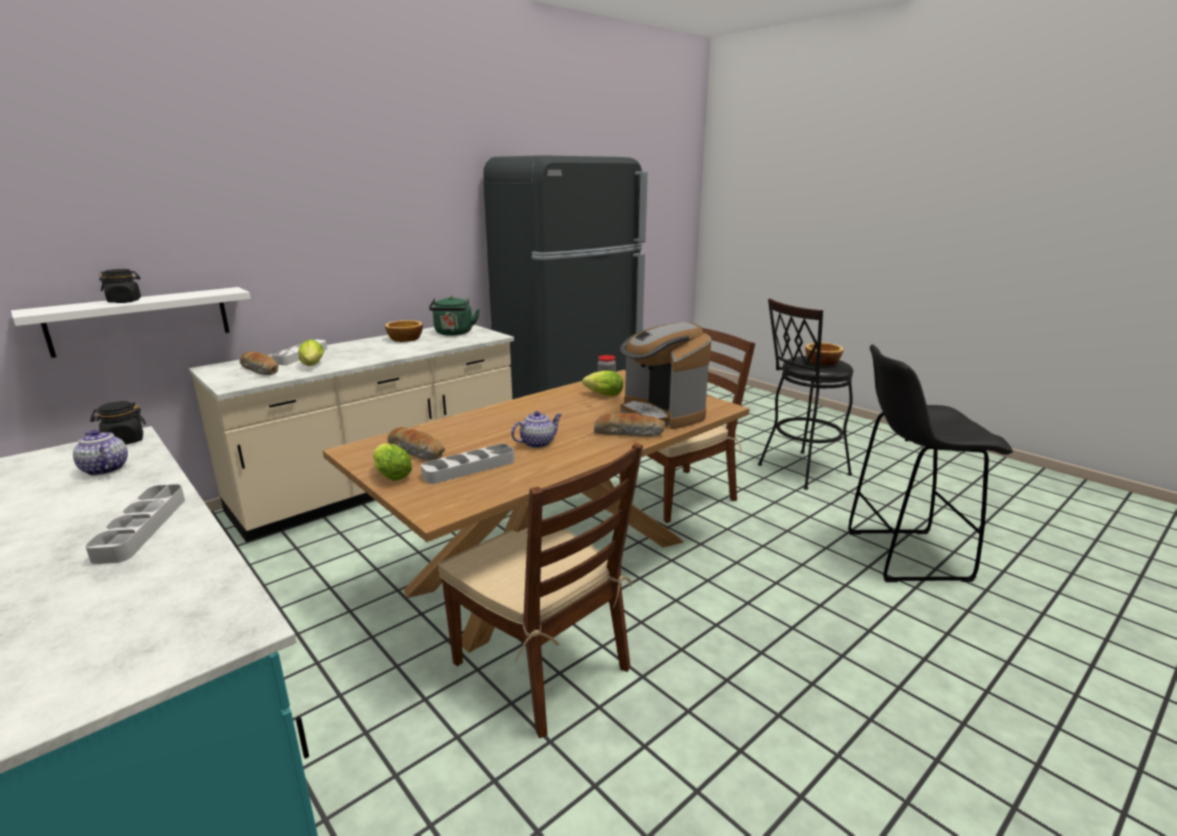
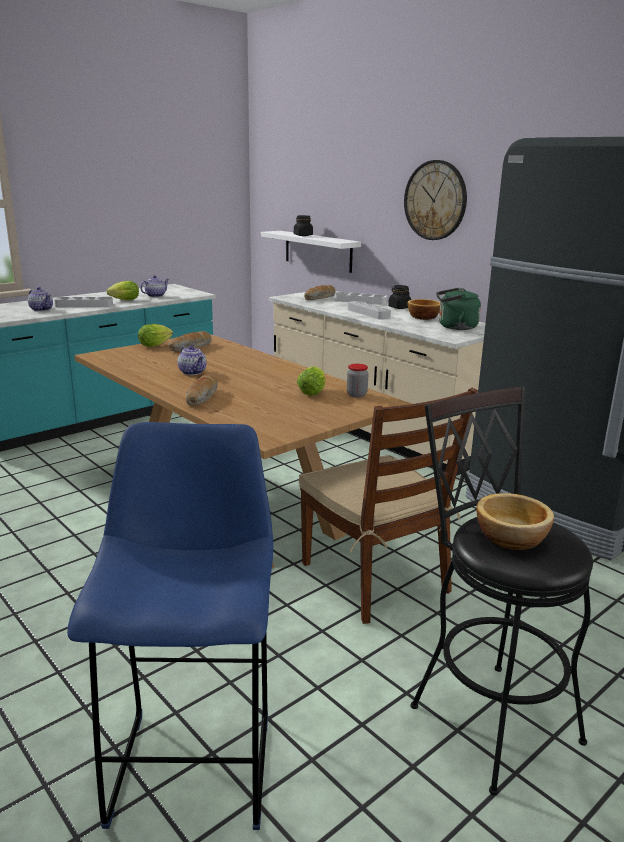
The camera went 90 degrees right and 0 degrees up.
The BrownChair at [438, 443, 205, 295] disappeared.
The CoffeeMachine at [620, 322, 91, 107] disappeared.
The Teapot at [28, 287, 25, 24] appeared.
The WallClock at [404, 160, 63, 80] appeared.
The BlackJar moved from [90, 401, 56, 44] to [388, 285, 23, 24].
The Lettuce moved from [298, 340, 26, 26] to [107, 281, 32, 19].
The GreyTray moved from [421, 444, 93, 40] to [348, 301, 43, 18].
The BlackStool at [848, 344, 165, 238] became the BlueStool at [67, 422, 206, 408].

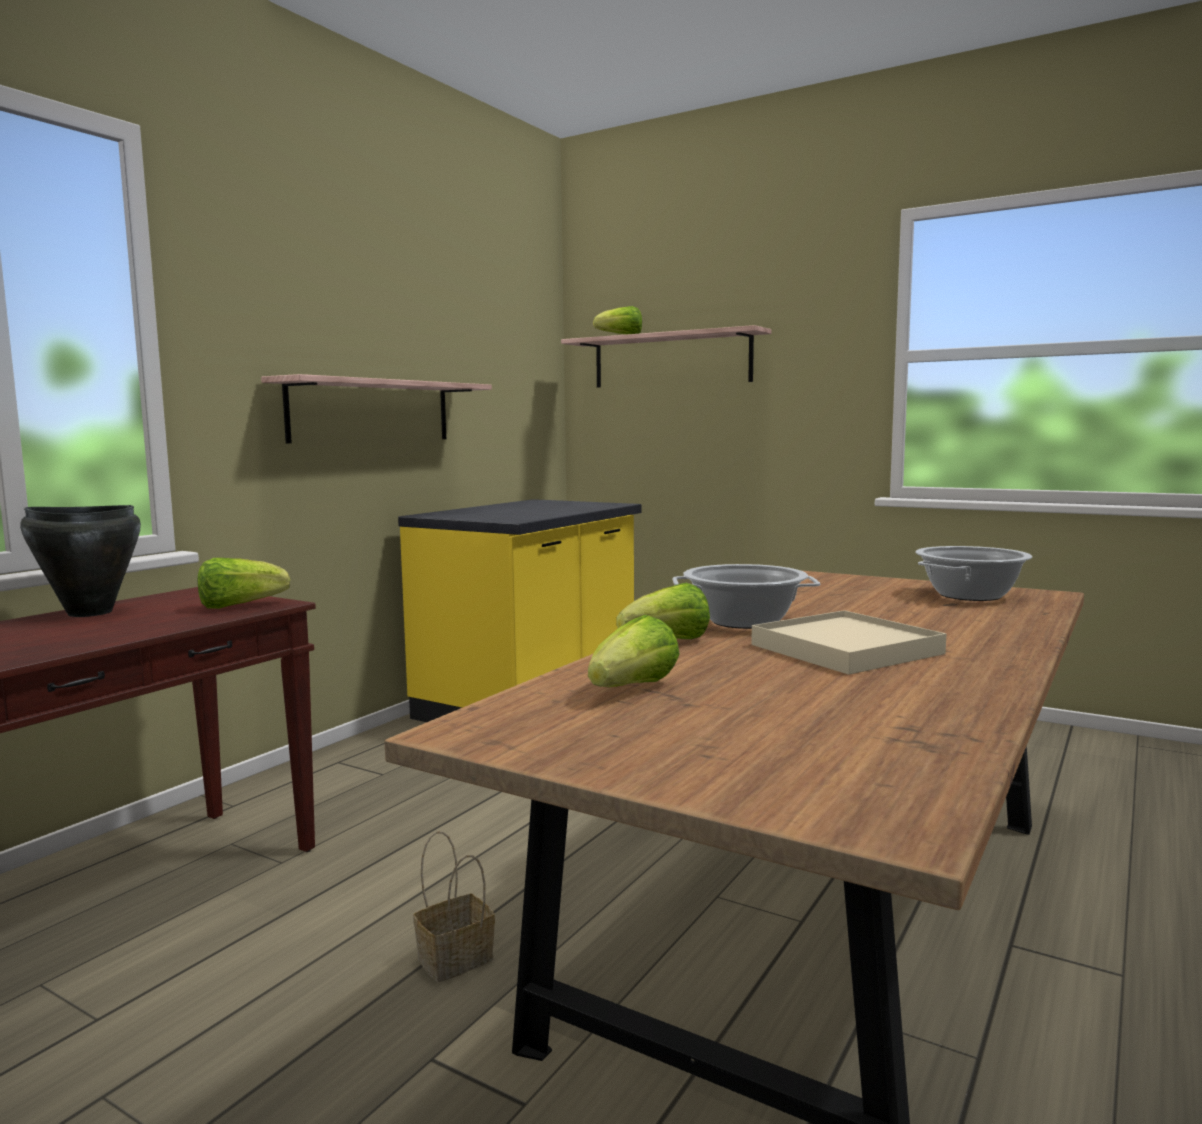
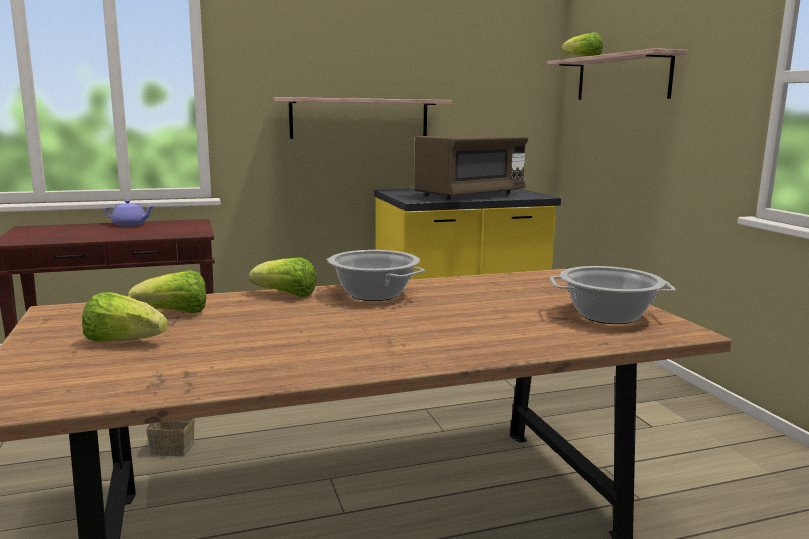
The camera went 40 degrees right and 5 degrees up.
The BeigeTray at [751, 610, 195, 65] disappeared.
The BrownMicrowave at [414, 135, 114, 65] appeared.
The Lettuce moved from [197, 558, 93, 51] to [82, 292, 86, 50].
The BlackCookingPot at [20, 505, 121, 112] was replaced by the PurpleTeapot at [105, 200, 49, 26].

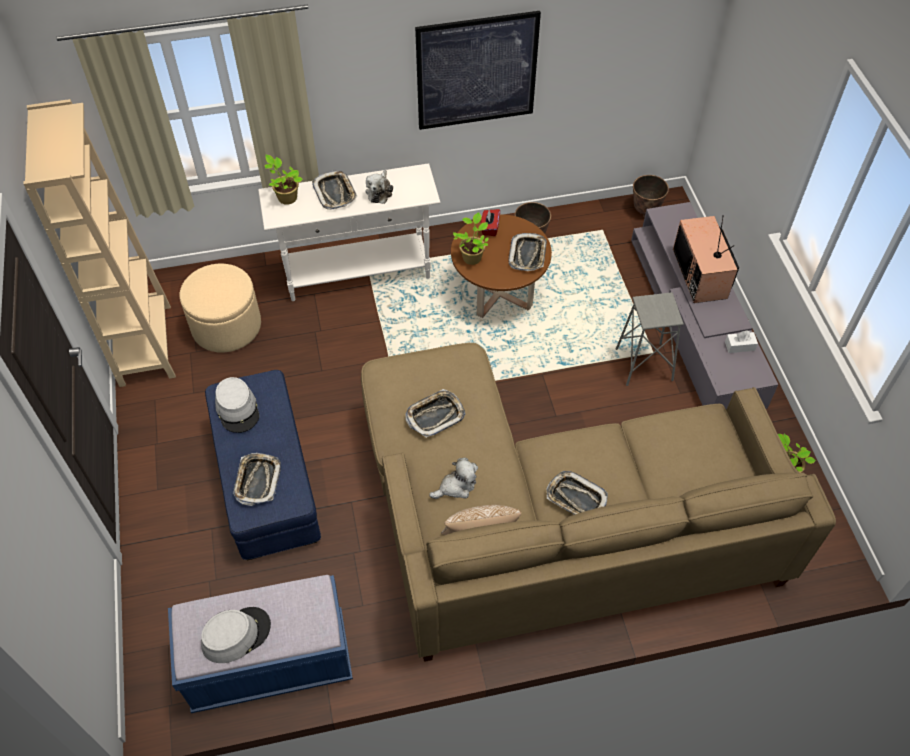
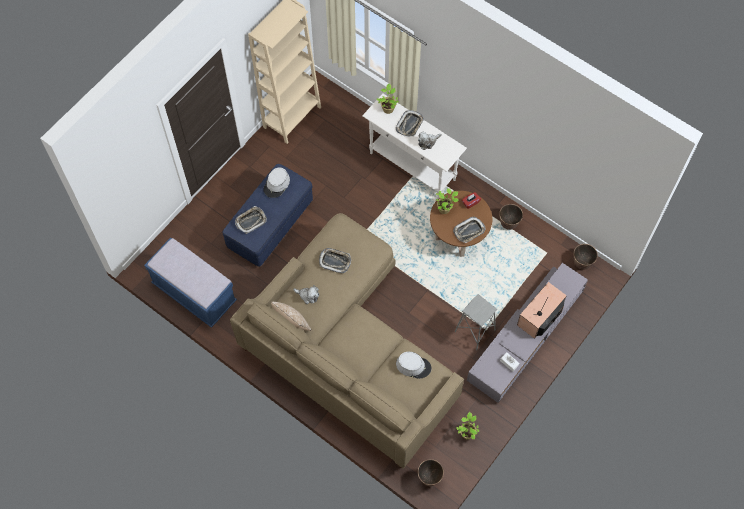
The camera went 50 degrees right and 10 degrees up.
The BeigeOttoman at [180, 264, 81, 89] disappeared.
The Picture at [415, 11, 126, 119] disappeared.
The Tray at [547, 471, 61, 44] disappeared.
The Planter at [418, 459, 26, 27] appeared.
The GreyHat moved from [201, 607, 70, 56] to [396, 352, 36, 27].

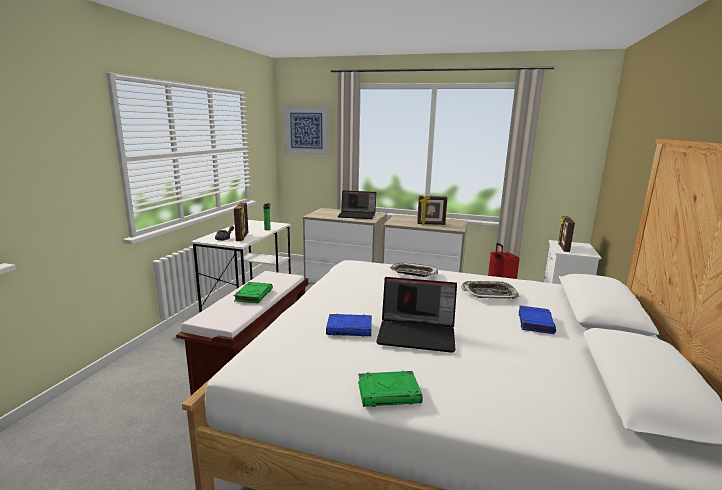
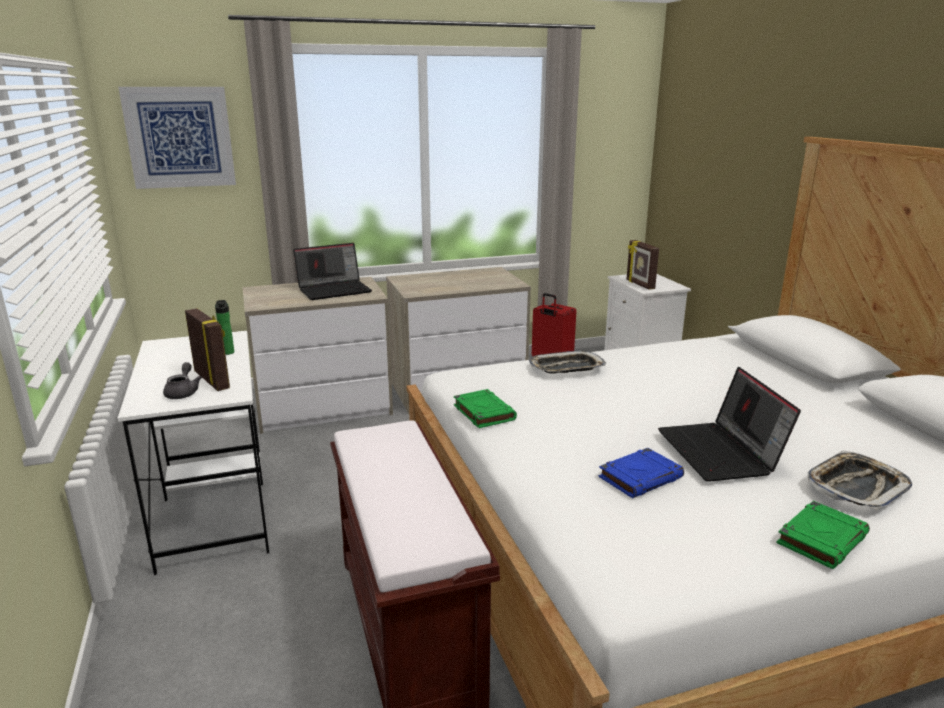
The camera went 35 degrees left and 5 degrees up.
The PictureFrame at [417, 196, 30, 29] disappeared.
The BlueBook at [519, 306, 37, 28] disappeared.
The GreenBook moved from [234, 282, 39, 21] to [454, 389, 63, 39].
The Tray moved from [461, 281, 58, 18] to [808, 450, 104, 60].
The Laptop at [376, 277, 81, 76] turned 105 degrees clockwise.

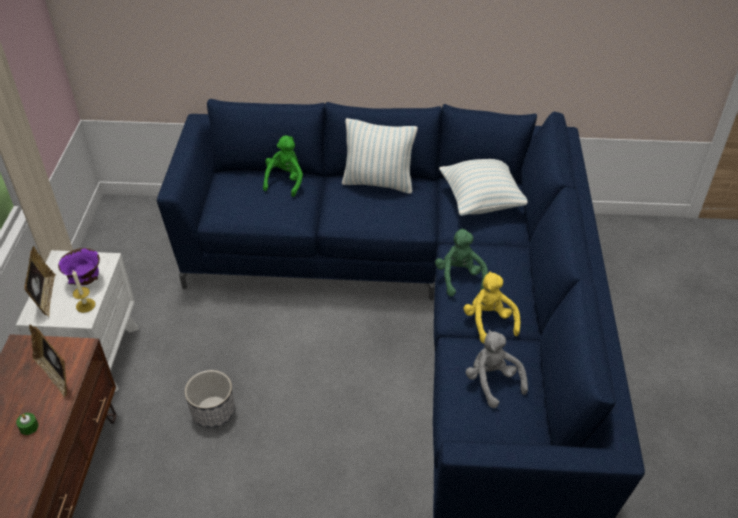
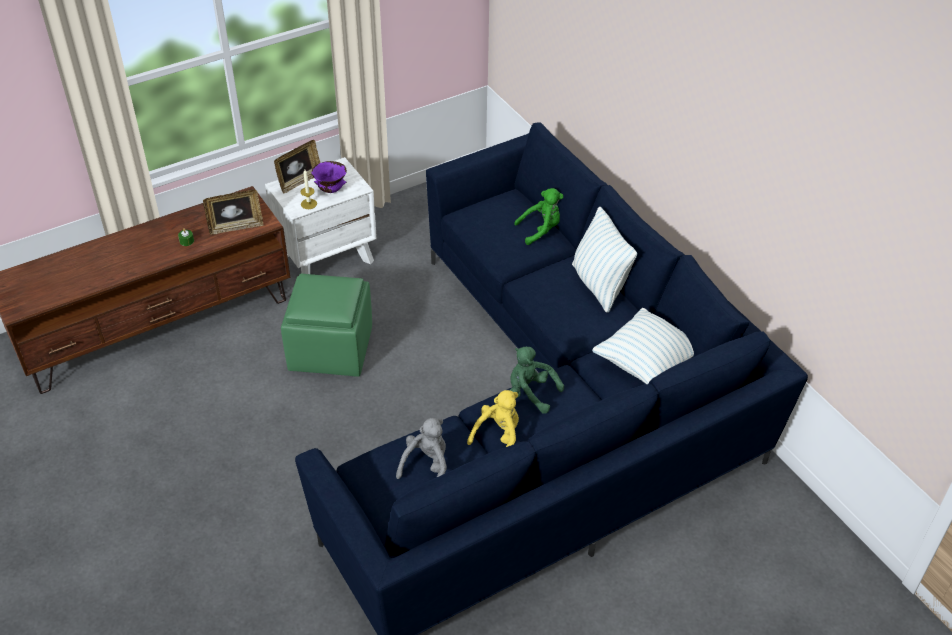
The camera went 55 degrees right and 0 degrees up.
The Planter at [185, 370, 50, 58] was replaced by the GreenOttoman at [281, 274, 91, 103].
The PictureFrame at [29, 324, 38, 74] turned 120 degrees counterclockwise.
The GreenPlushToy at [435, 228, 53, 69] turned 105 degrees counterclockwise.

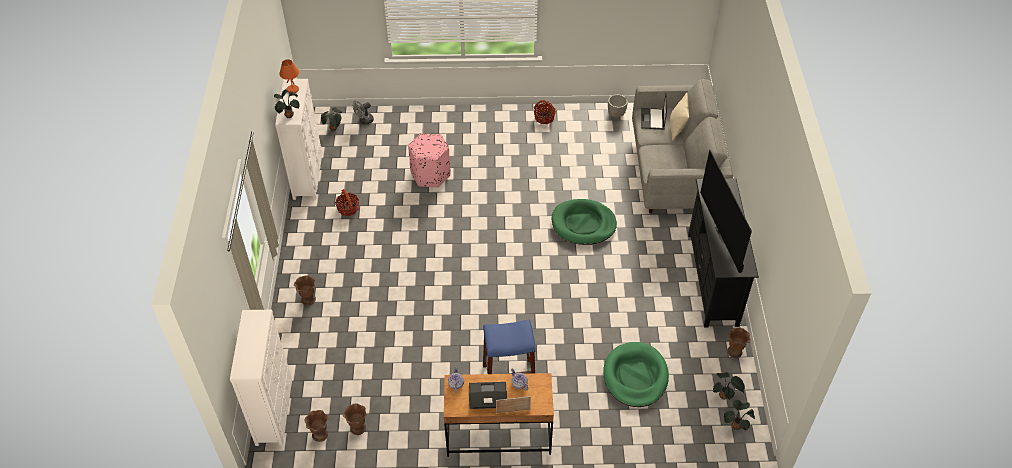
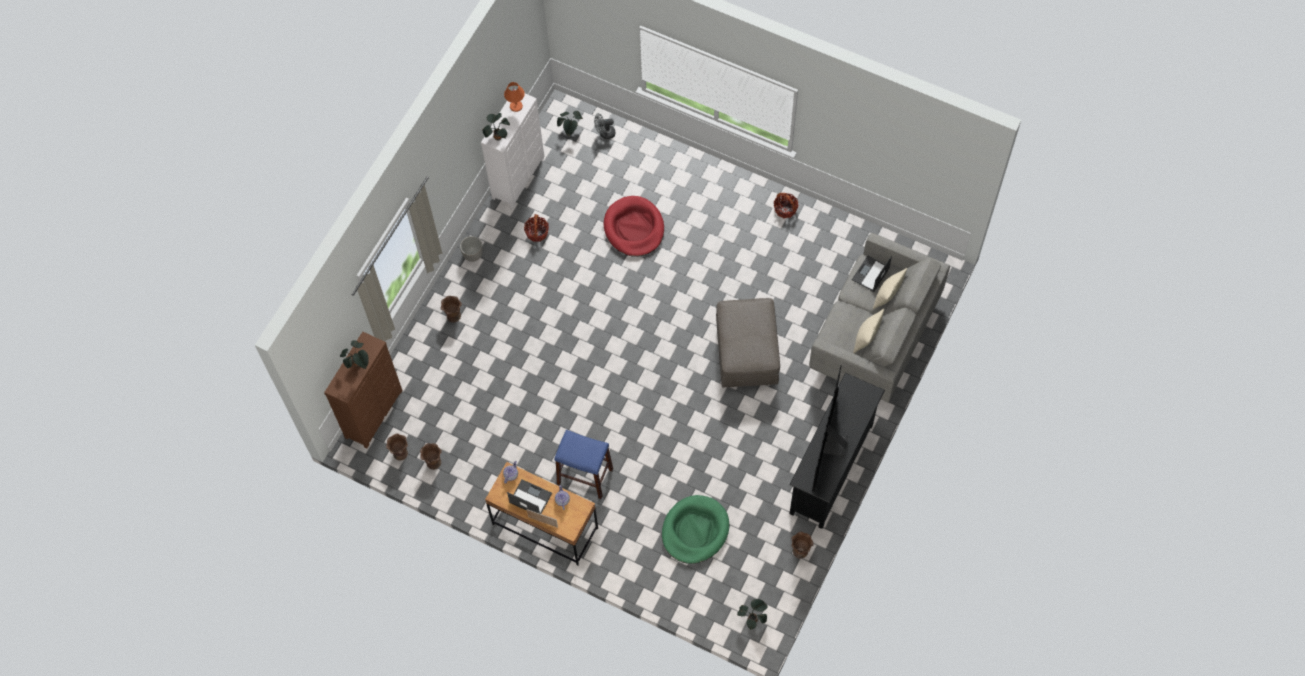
The camera went 30 degrees right and 15 degrees up.
The BeigePillow at [853, 309, 31, 44] appeared.
The Planter moved from [608, 95, 20, 23] to [460, 236, 23, 26].
The PottedPlant moved from [713, 372, 32, 28] to [340, 340, 29, 29].
The PinkOttoman at [408, 133, 42, 55] was replaced by the RedDogBed at [604, 196, 60, 61].
The GreenDogBed at [552, 199, 65, 46] was replaced by the GreyOttoman at [716, 298, 64, 89].
The WhiteDresser at [230, 310, 62, 136] became the BrownDresser at [324, 332, 78, 116].

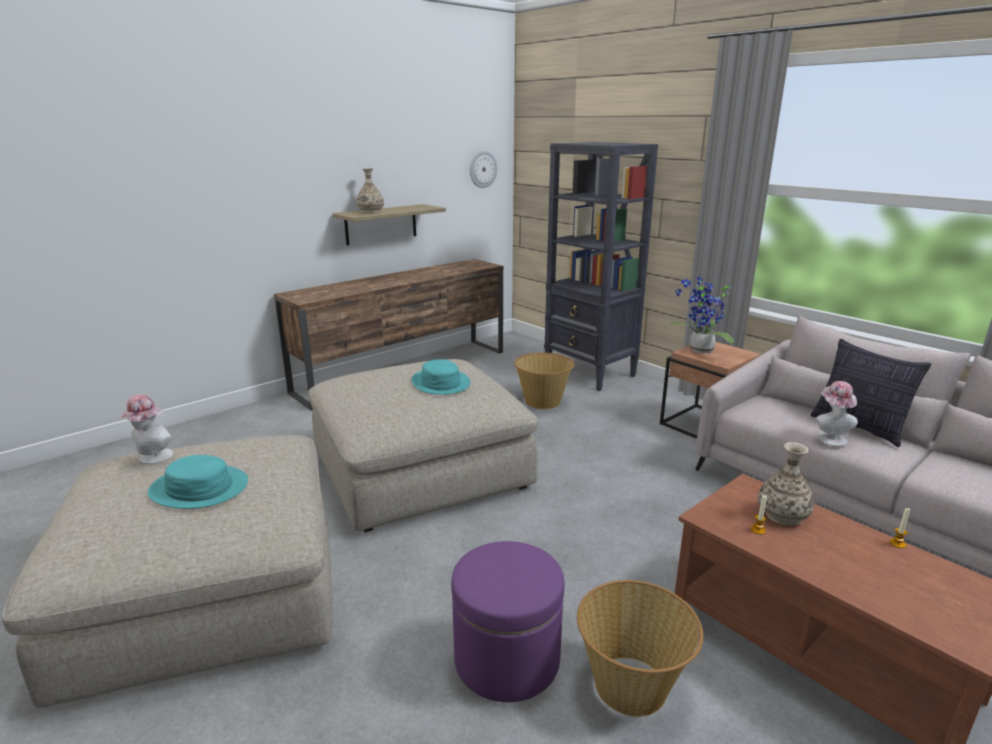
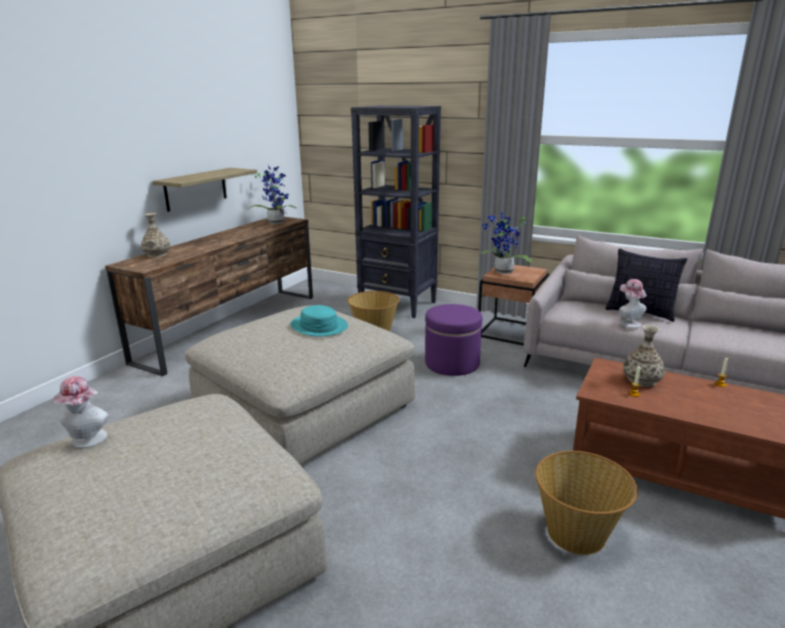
The camera went 20 degrees left and 0 degrees up.
The TurquoiseHat at [148, 455, 100, 54] disappeared.
The WallClock at [470, 151, 27, 37] disappeared.
The PottedPlant at [248, 164, 48, 60] appeared.
The Vase moved from [356, 168, 28, 45] to [141, 213, 29, 45].
The PurpleOttoman moved from [451, 541, 113, 161] to [425, 304, 57, 72].

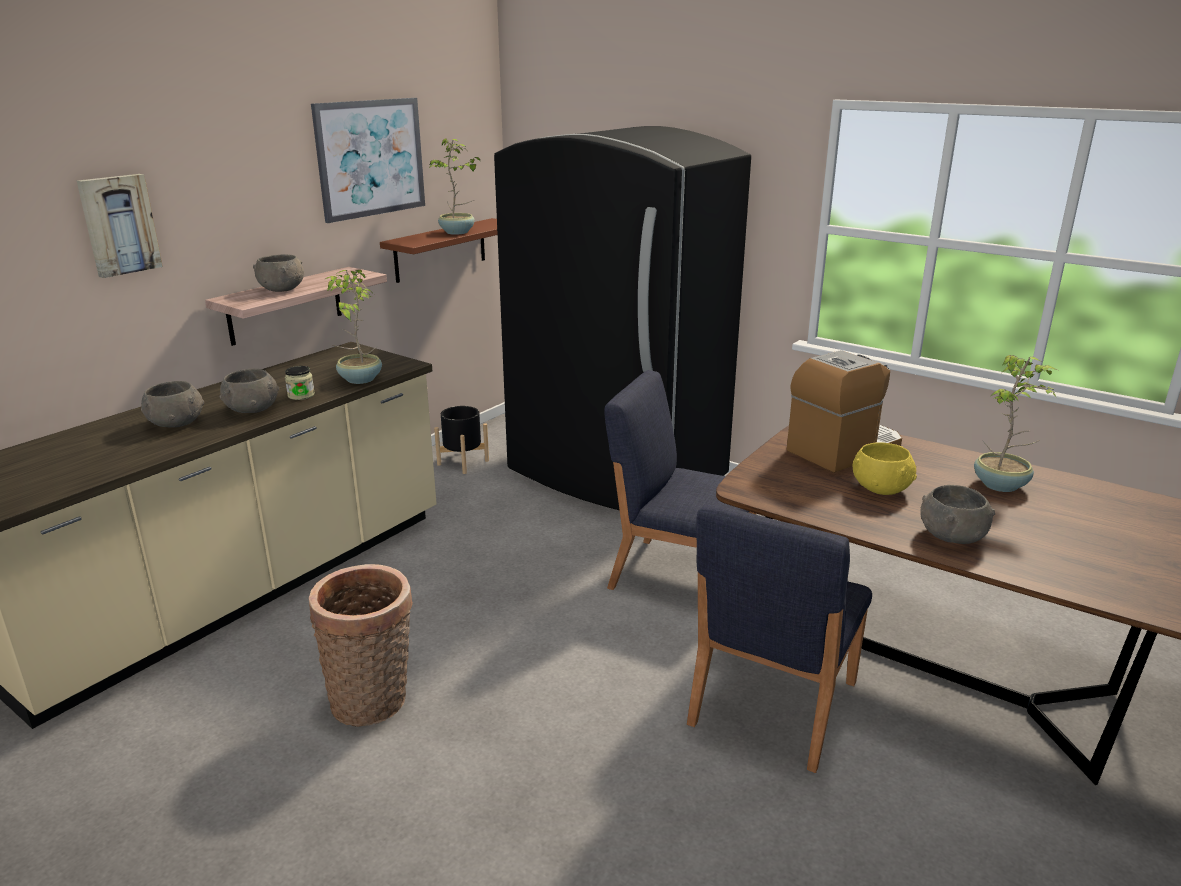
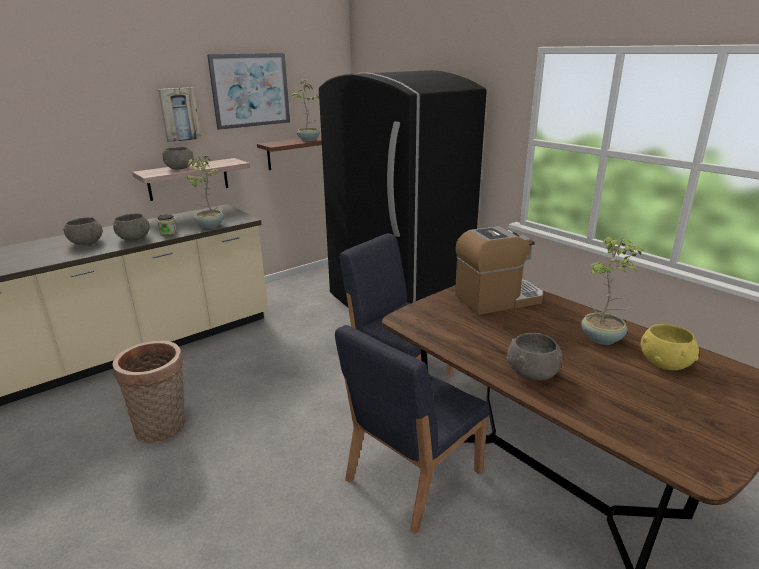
The camera went 15 degrees right and 0 degrees up.
The BlackPlanter at [434, 406, 55, 68] disappeared.
The Picture moved from [77, 174, 86, 104] to [158, 87, 43, 55].
The YellowBowl moved from [853, 442, 64, 53] to [641, 324, 58, 46].

